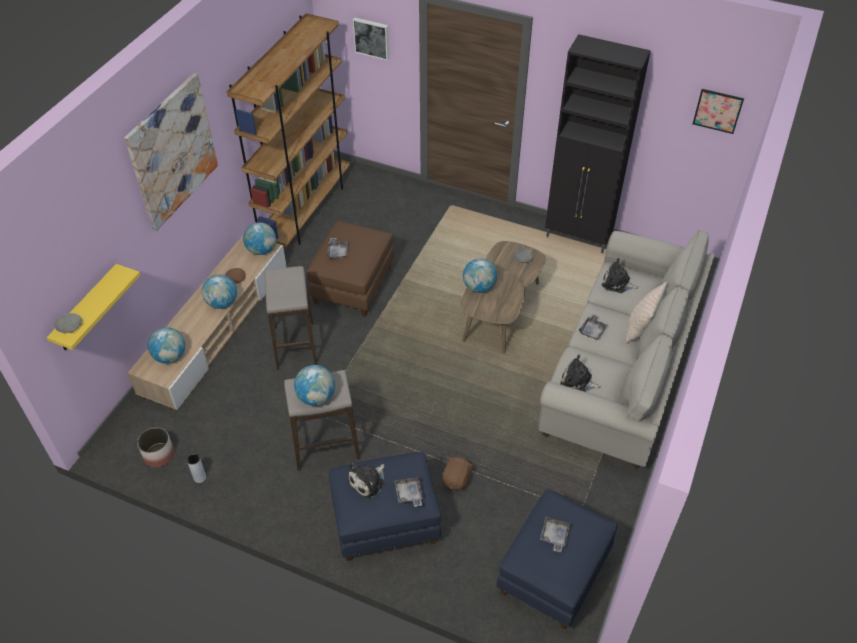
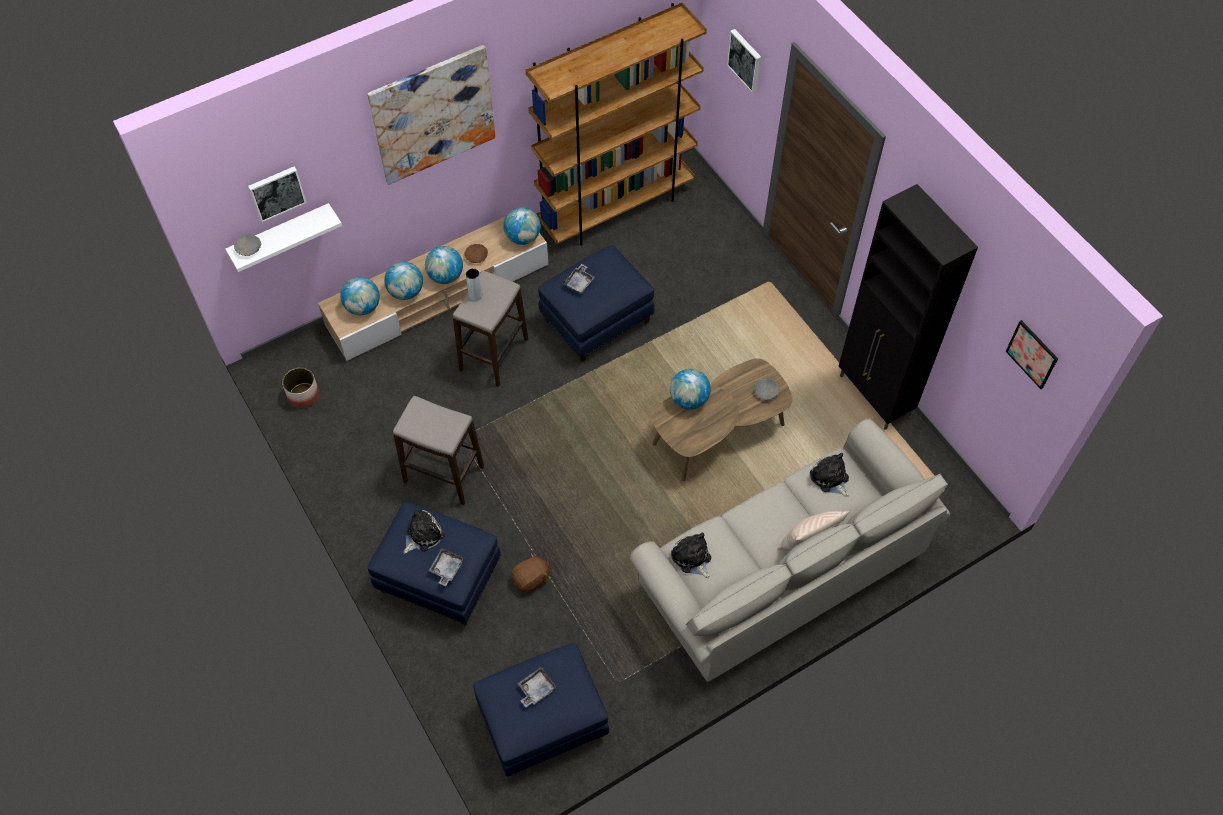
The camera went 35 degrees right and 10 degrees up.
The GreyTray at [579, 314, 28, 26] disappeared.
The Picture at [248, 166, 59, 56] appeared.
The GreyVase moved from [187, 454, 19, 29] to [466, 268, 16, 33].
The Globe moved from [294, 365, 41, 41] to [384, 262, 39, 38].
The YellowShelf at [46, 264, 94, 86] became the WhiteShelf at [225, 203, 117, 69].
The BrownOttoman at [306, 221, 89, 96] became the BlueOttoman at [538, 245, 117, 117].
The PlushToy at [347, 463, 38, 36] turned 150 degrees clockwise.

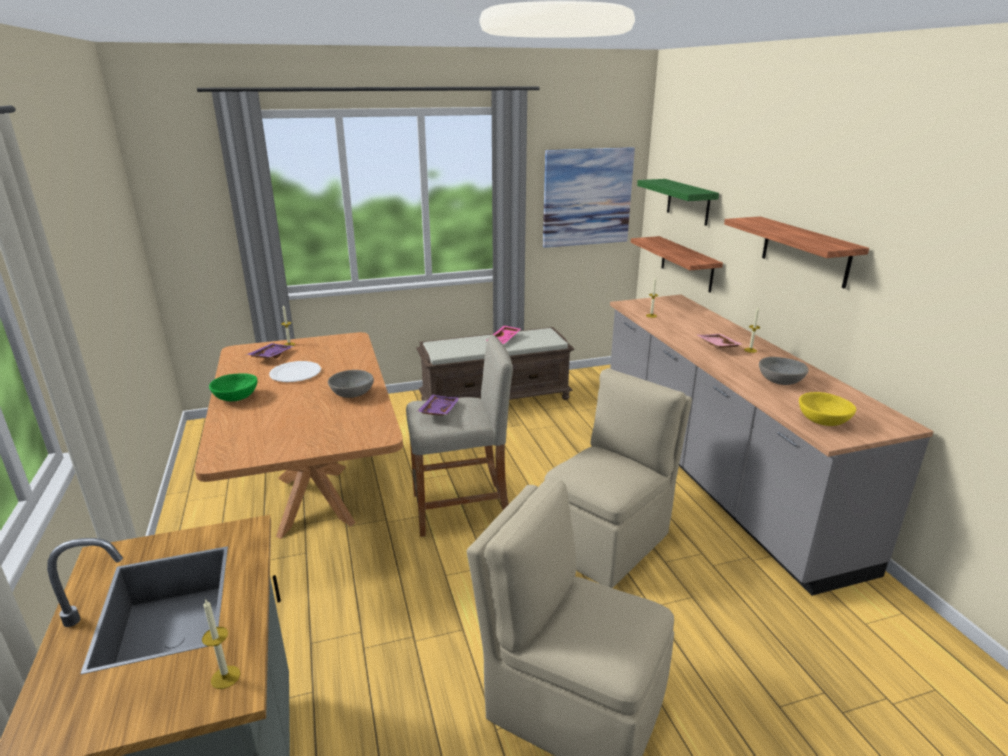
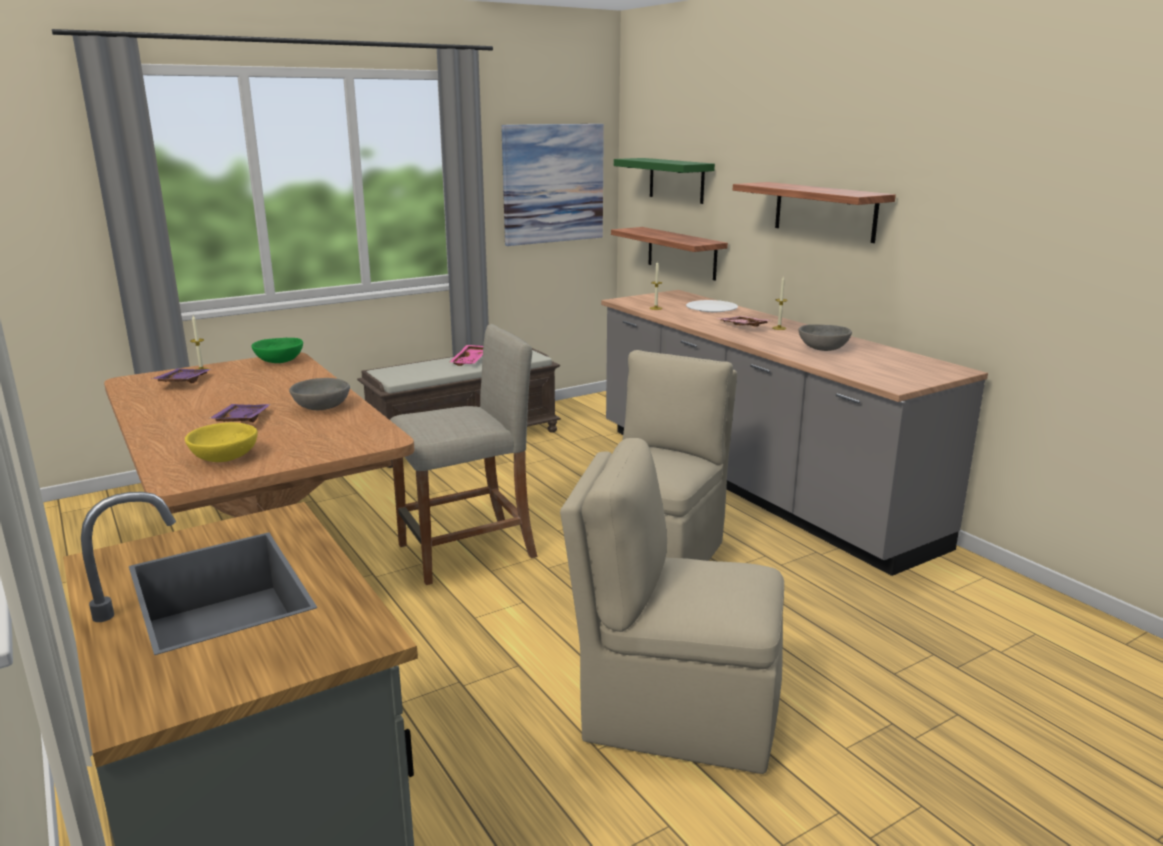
The camera went 15 degrees left and 5 degrees down.
The Candle at [202, 599, 38, 90] disappeared.
The GreenBowl moved from [209, 373, 48, 28] to [252, 338, 51, 25].
The WhitePlate moved from [269, 361, 52, 21] to [686, 300, 52, 12].
The PurpleTray moved from [417, 395, 43, 21] to [210, 404, 61, 18].
The YellowBowl moved from [799, 392, 57, 34] to [185, 422, 73, 40].

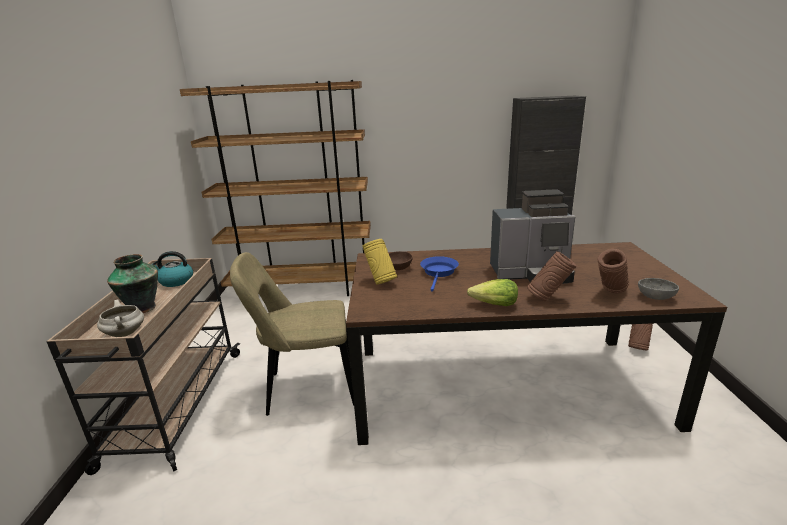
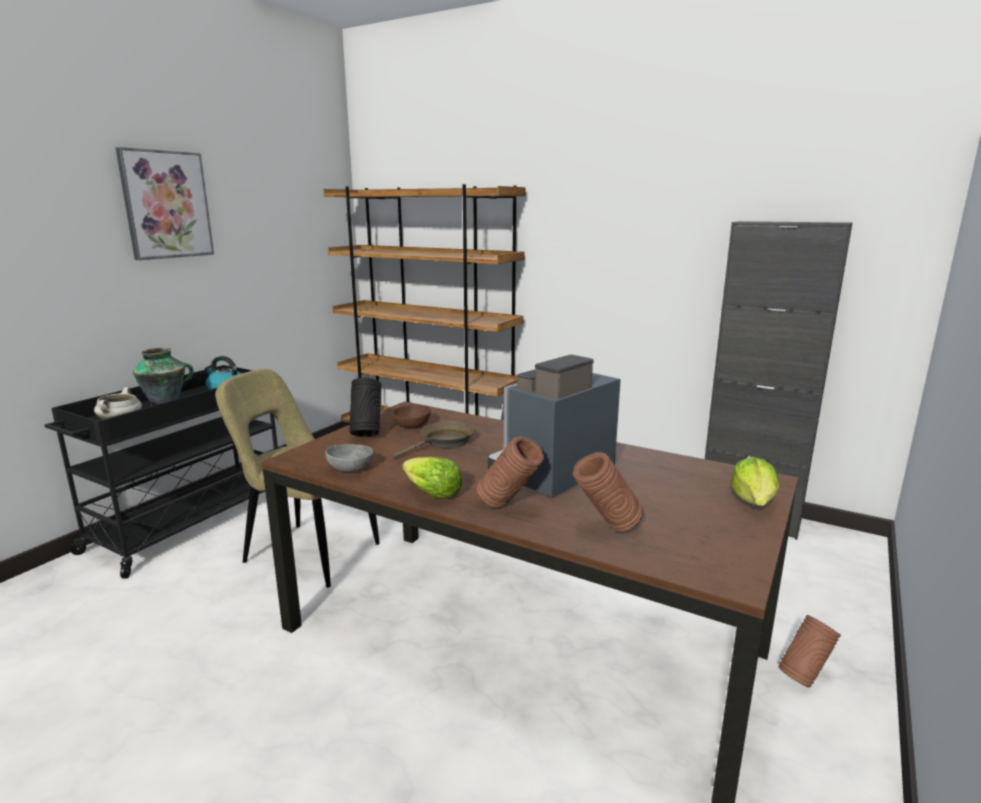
The camera went 30 degrees right and 5 degrees down.
The Picture at [115, 147, 99, 113] appeared.
The Lettuce at [730, 457, 49, 49] appeared.
The GreyBowl moved from [638, 278, 41, 22] to [325, 444, 48, 28].
The BeigeCart at [47, 258, 193, 217] became the BlackCart at [44, 365, 234, 213].
The YellowVase at [362, 239, 35, 46] became the BlackVase at [349, 378, 32, 59].
The BlueFryingPan at [420, 256, 39, 36] became the BrownFryingPan at [393, 421, 82, 38].
The CoffeeMachine at [490, 189, 86, 95] turned 105 degrees clockwise.

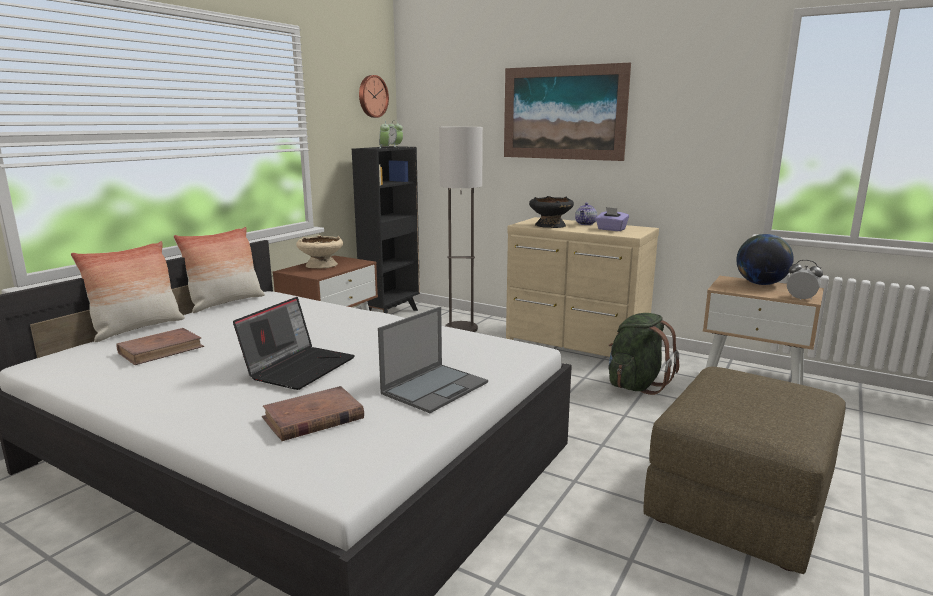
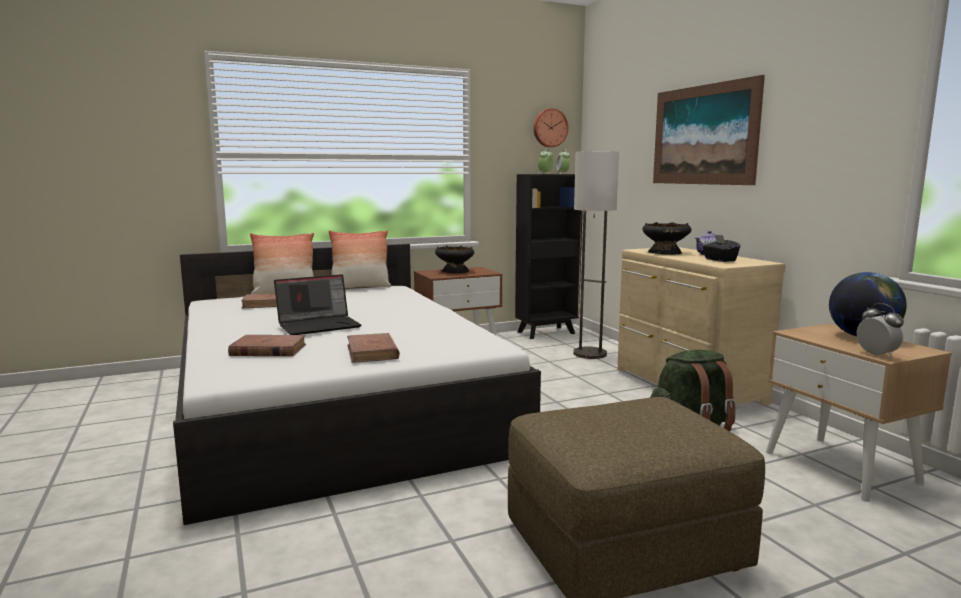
The camera went 35 degrees right and 5 degrees down.
The Laptop at [378, 307, 110, 106] was replaced by the BrownBook at [347, 333, 53, 29].
The BeigeBowl at [296, 235, 47, 33] became the BlackBowl at [435, 246, 39, 27].
The PurpleTissueBox at [596, 207, 33, 24] became the BlackTissueBox at [703, 235, 37, 27].

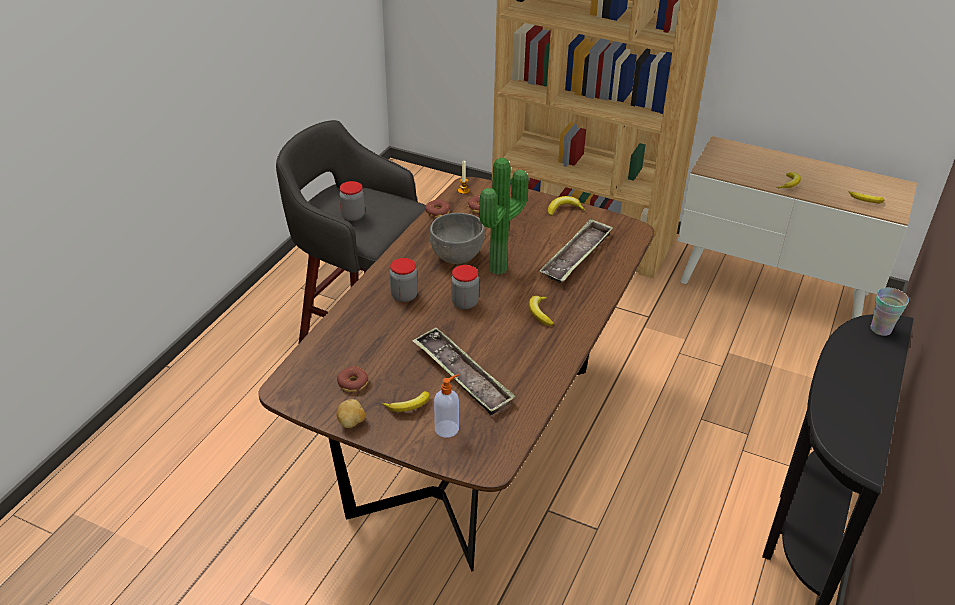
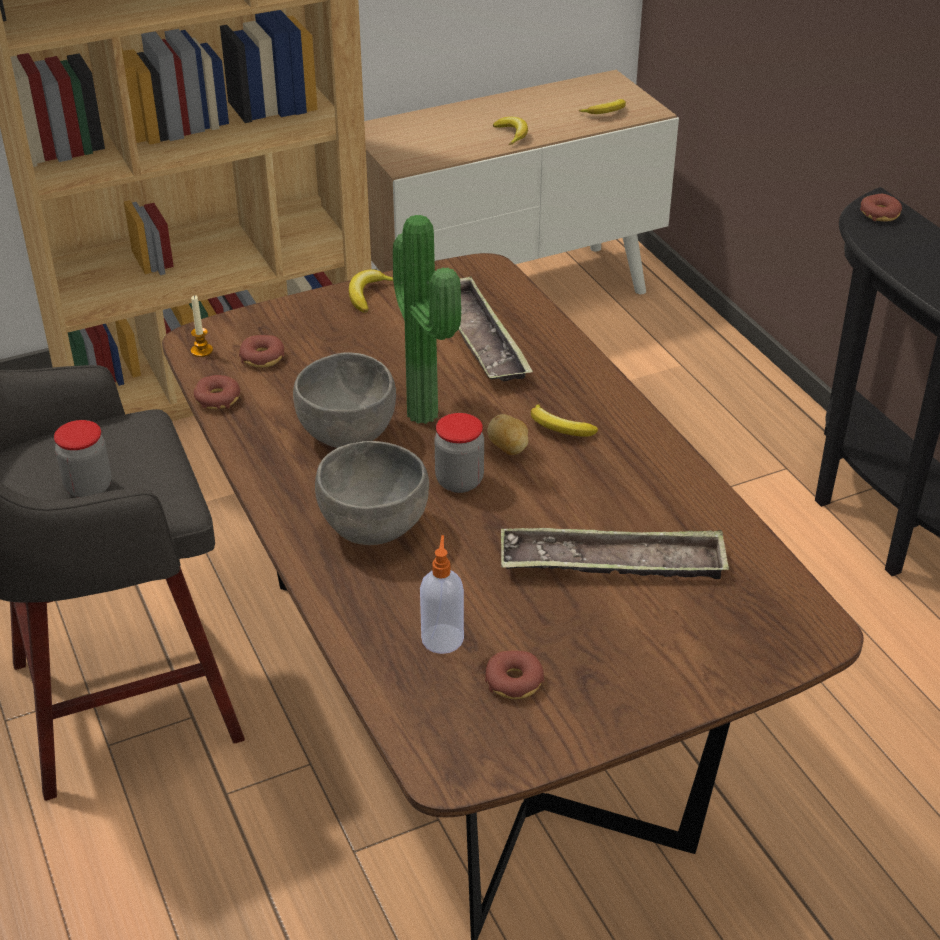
The camera went 50 degrees left and 0 degrees up.
The Banana at [382, 391, 48, 21] disappeared.
The Potato moved from [336, 399, 29, 29] to [487, 414, 41, 41].
The SoapDispenser moved from [434, 374, 25, 64] to [420, 535, 44, 119].
The Jar at [390, 258, 28, 44] was replaced by the GreyBowl at [315, 441, 114, 104].
The Cup at [871, 288, 38, 48] was replaced by the Donut at [860, 194, 42, 27].

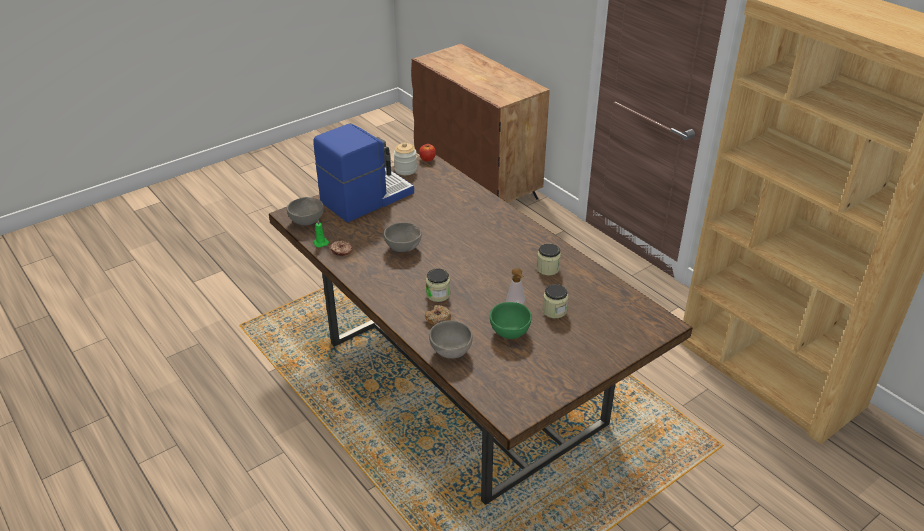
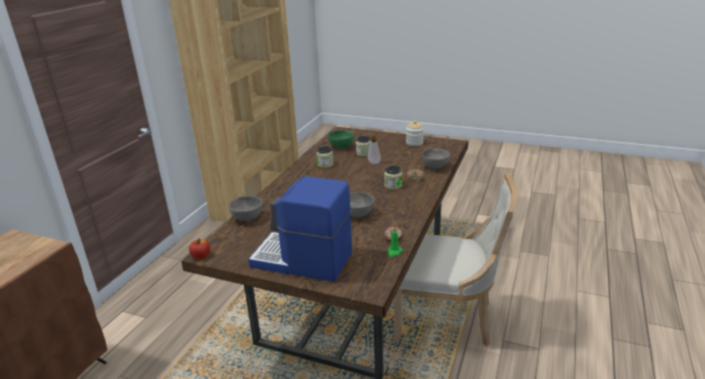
The camera went 120 degrees left and 10 degrees down.
The BeigeChair at [394, 173, 124, 173] appeared.
The GreyBowl moved from [287, 197, 37, 29] to [229, 196, 34, 25].
The Jar moved from [394, 143, 23, 32] to [406, 121, 18, 25].
The GreenBowl moved from [490, 302, 42, 37] to [328, 130, 26, 18].

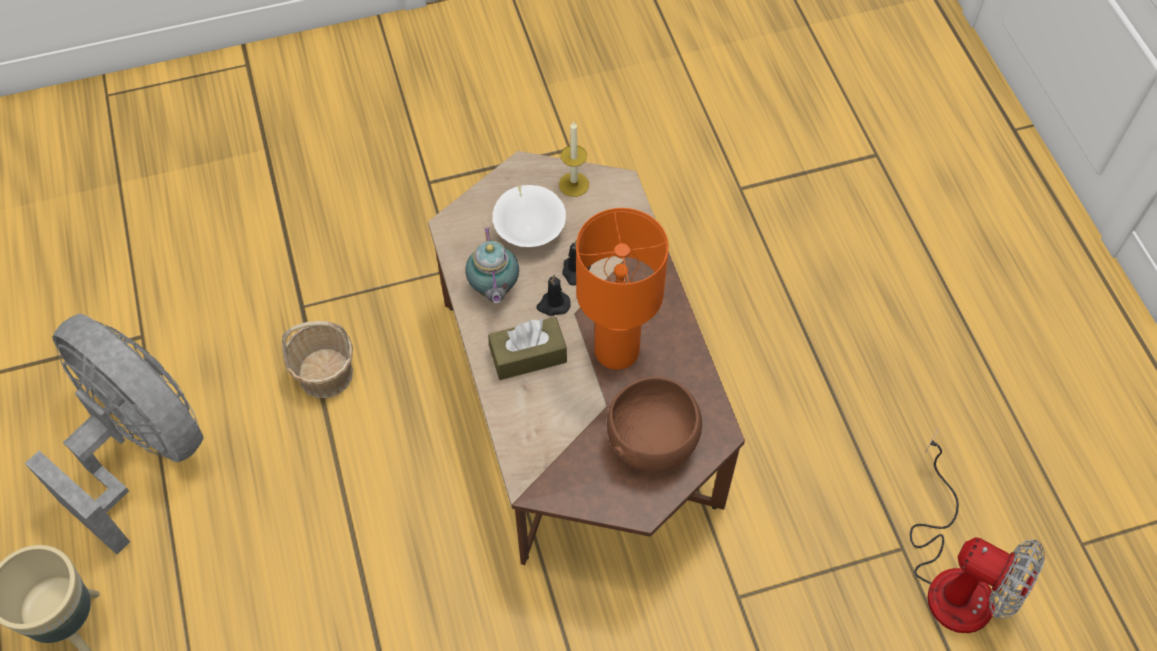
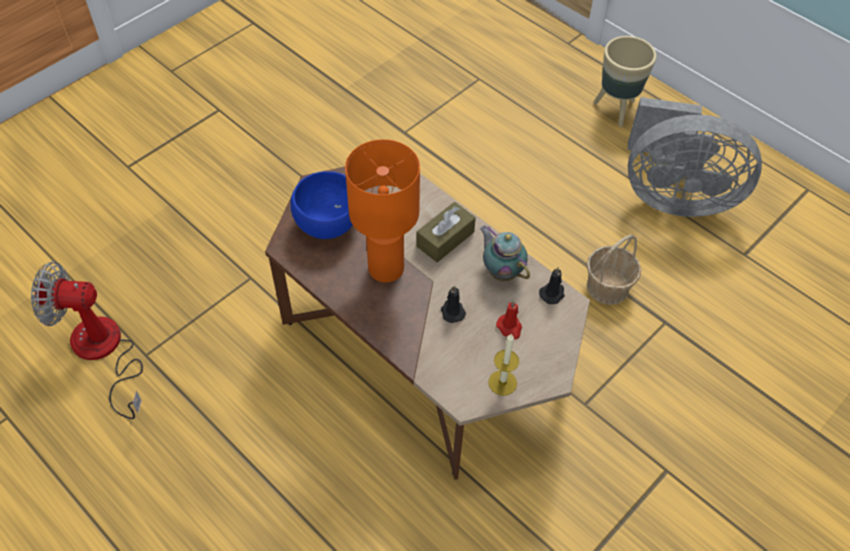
The camera went 150 degrees right and 5 degrees down.
The BlackCandle moved from [536, 275, 35, 41] to [539, 267, 26, 37].
The WhiteBowl at [492, 185, 74, 62] was replaced by the RedCandle at [496, 300, 26, 39].
The BrownBowl at [607, 377, 95, 94] became the BlueBowl at [290, 171, 62, 68].

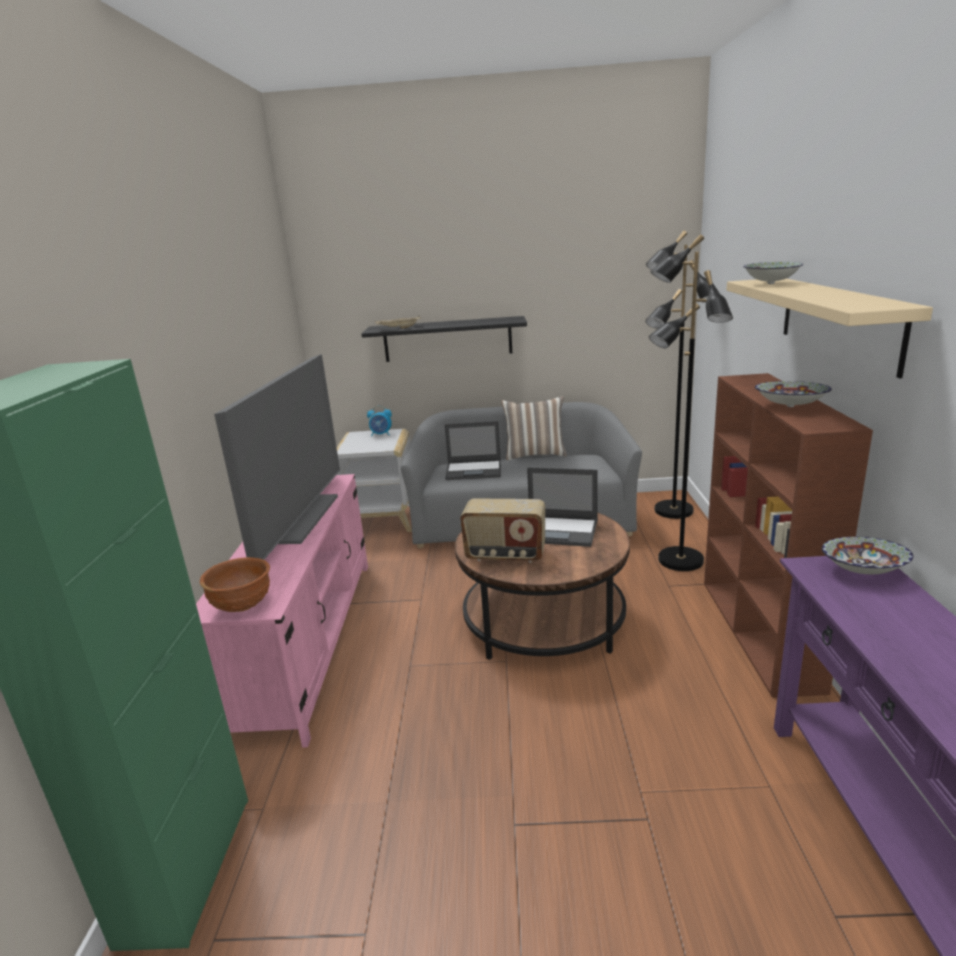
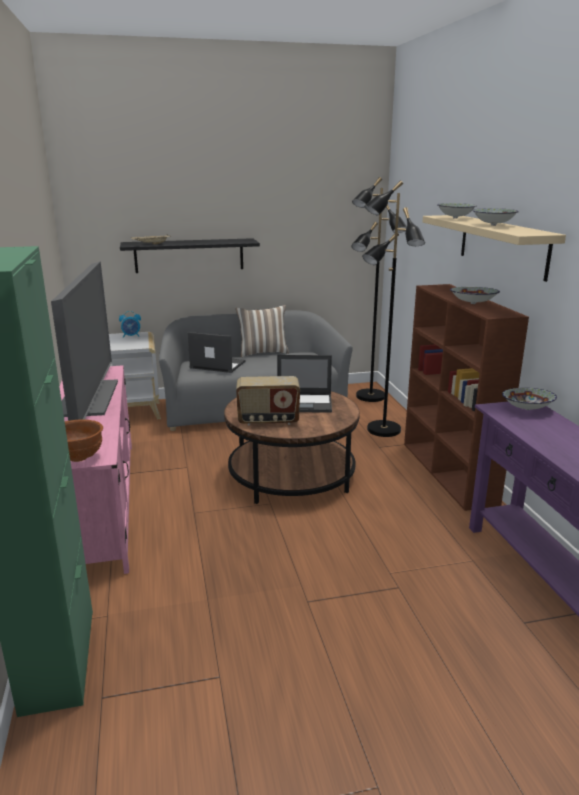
The camera went 15 degrees left and 0 degrees up.
The Bowl at [472, 208, 47, 18] appeared.
The Laptop at [445, 421, 56, 59] turned 150 degrees counterclockwise.

